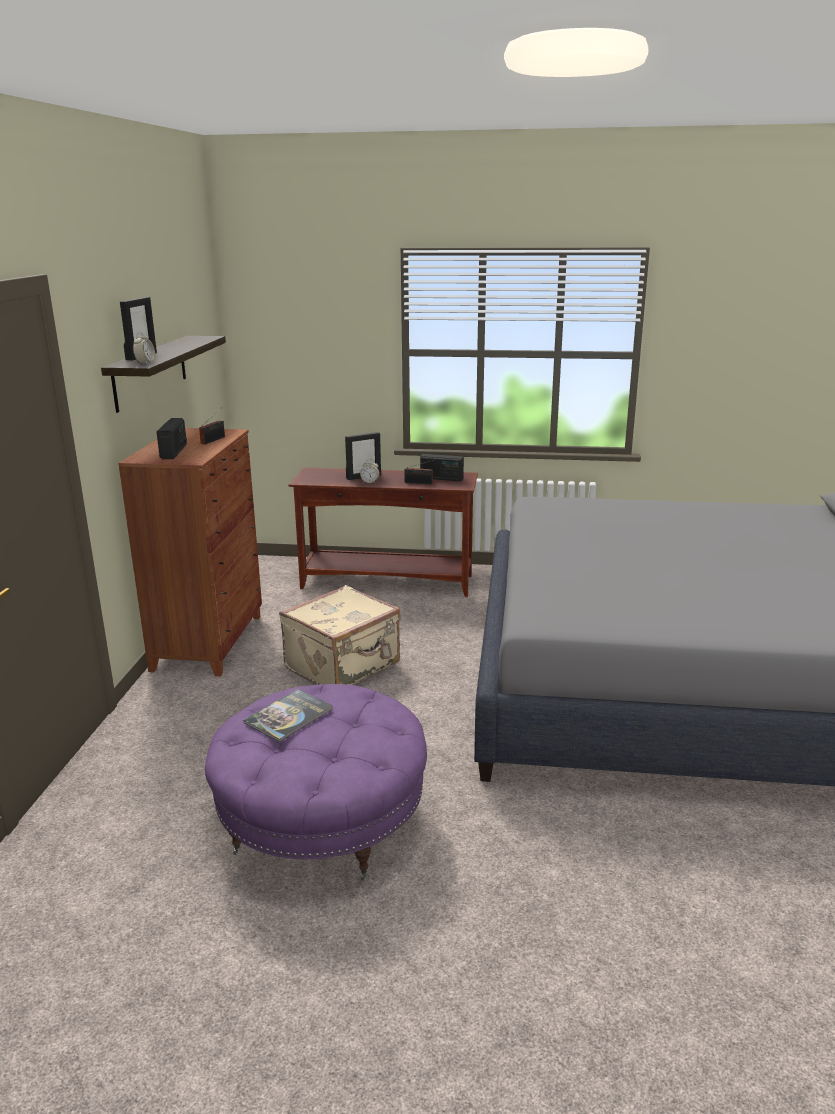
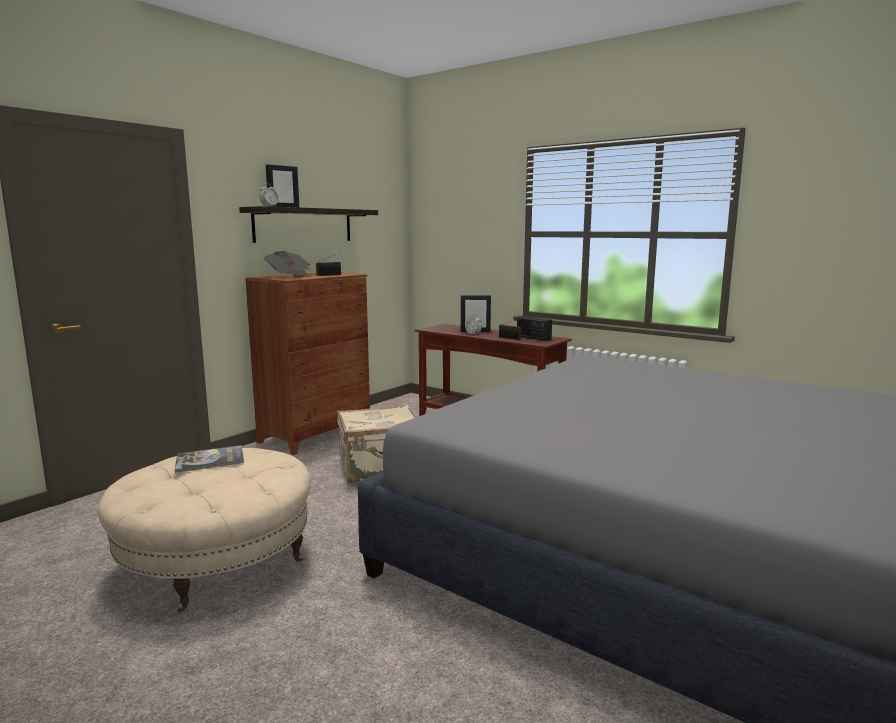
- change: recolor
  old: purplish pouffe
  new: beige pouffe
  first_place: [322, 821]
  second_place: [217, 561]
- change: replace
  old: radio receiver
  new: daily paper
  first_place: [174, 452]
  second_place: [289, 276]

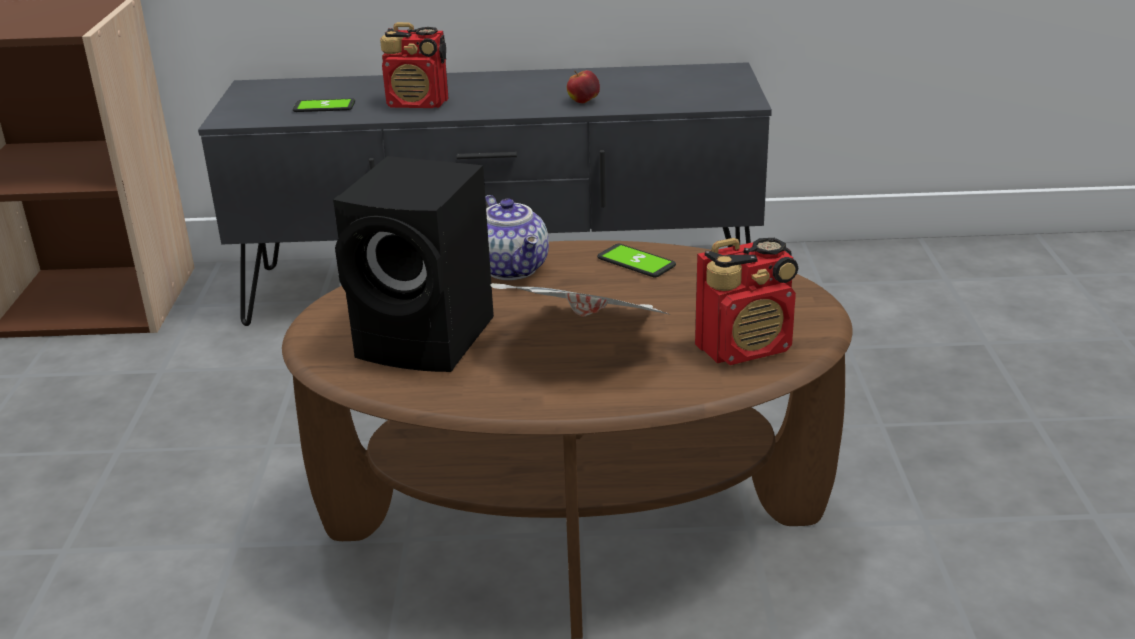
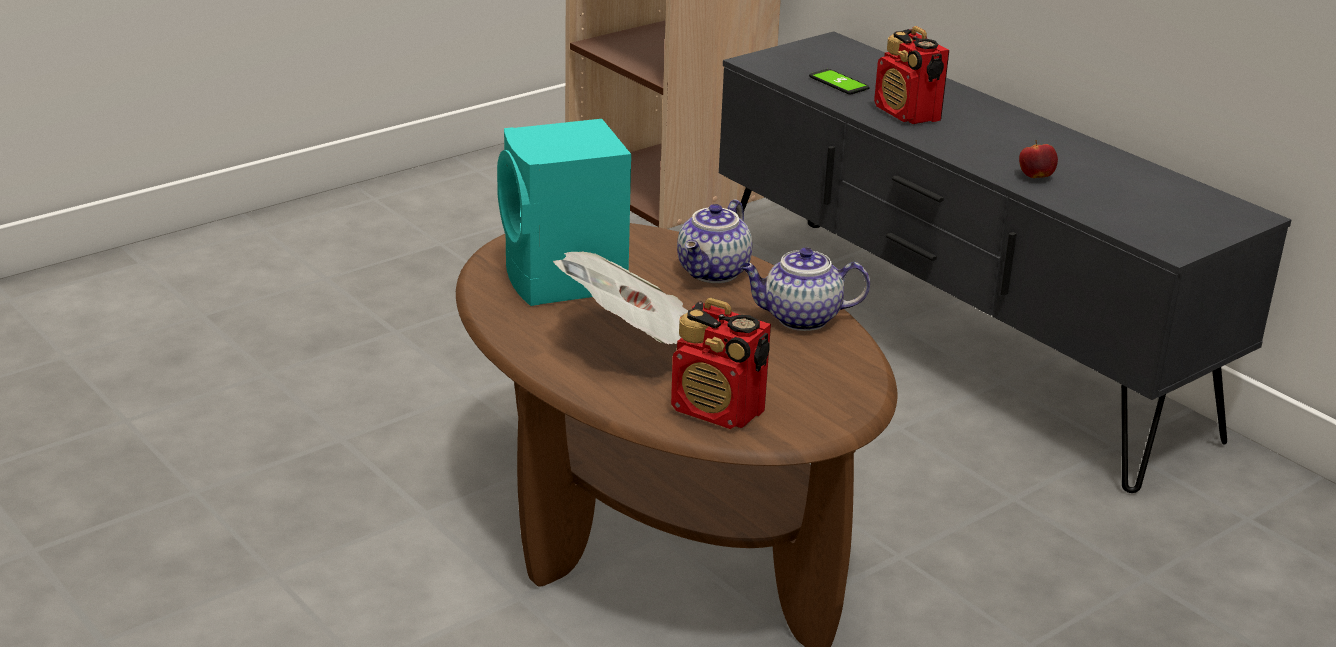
- change: recolor
  old: black-coloured audio speaker
  new: blue-green audio speaker
  first_place: [430, 340]
  second_place: [565, 282]
- change: replace
  old: telephone
  new: teapot
  first_place: [636, 262]
  second_place: [800, 318]

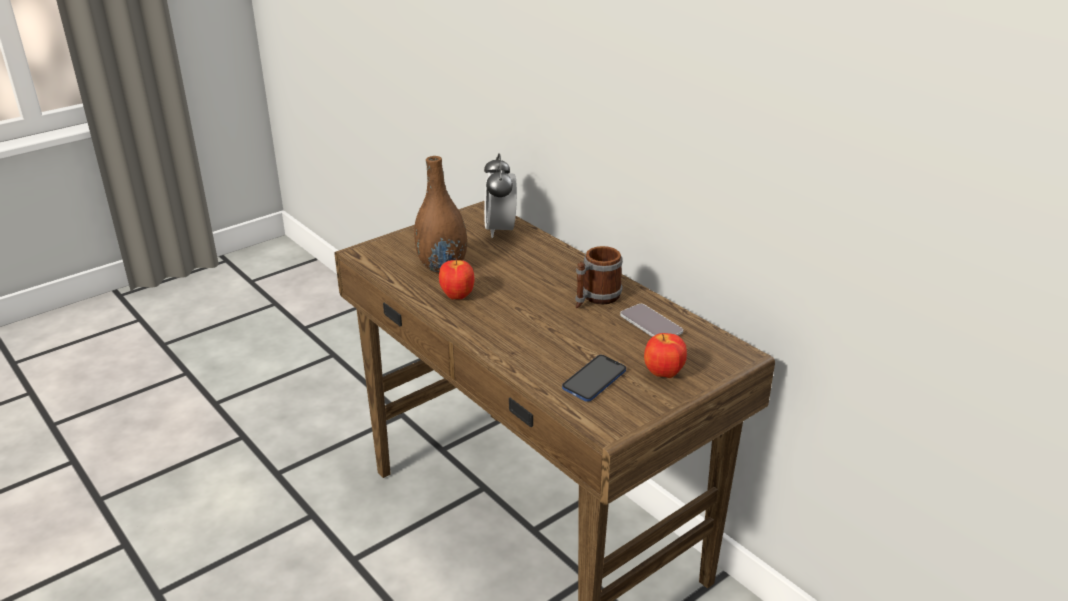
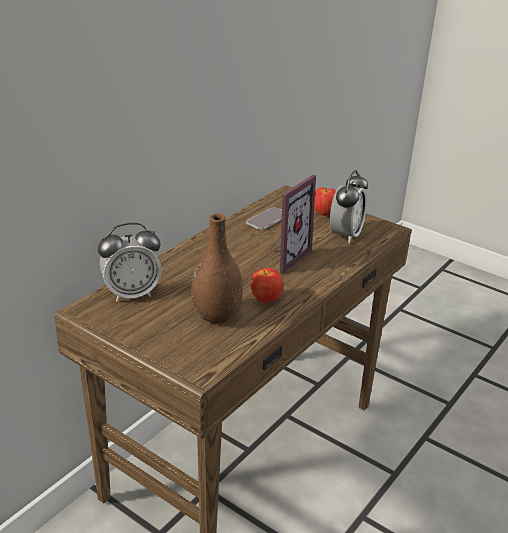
- change: insert
  new: photo frame
  second_place: [283, 256]
- change: replace
  old: telephone
  new: bedside clock
  first_place: [594, 380]
  second_place: [345, 235]
- change: delete
  old: mug
  first_place: [596, 298]

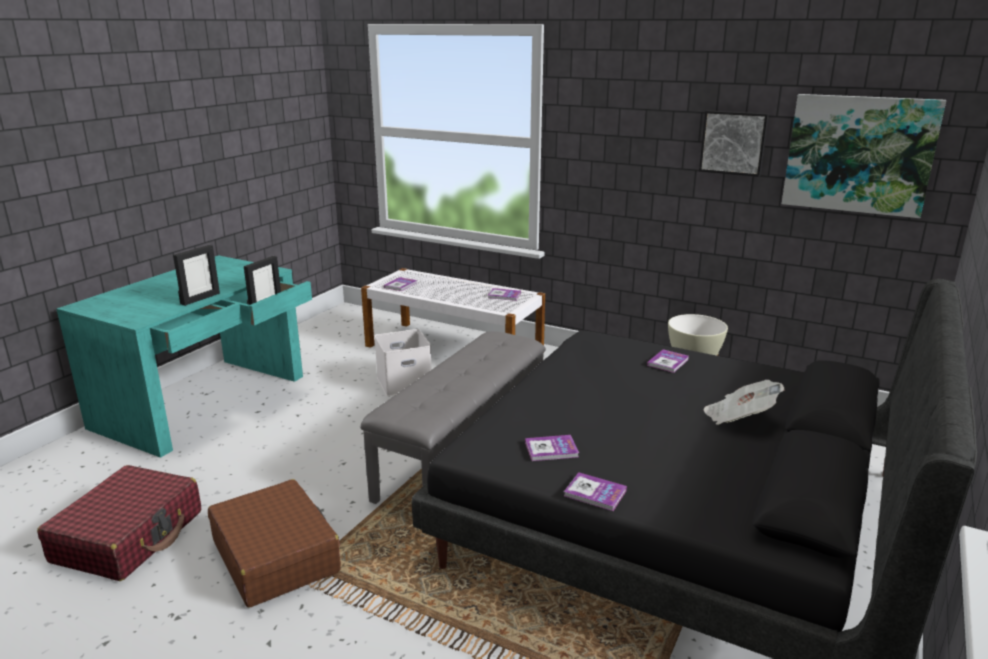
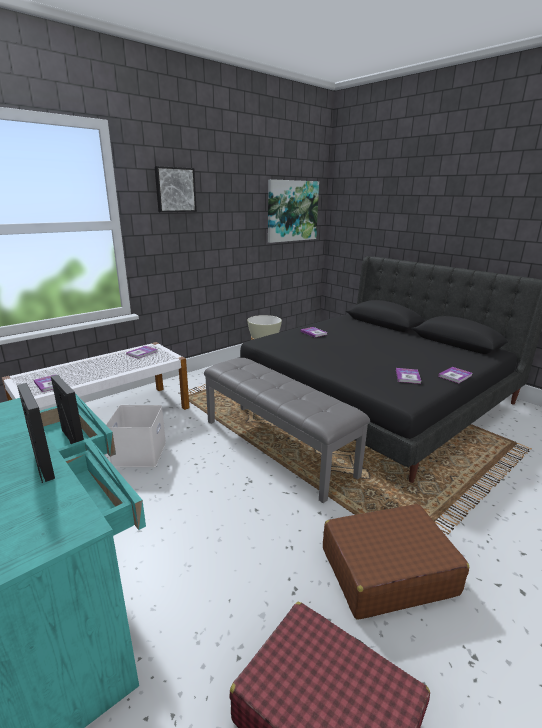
- change: move
  old: wall art
  first_place: [733, 142]
  second_place: [175, 190]
- change: delete
  old: daily paper
  first_place: [739, 418]

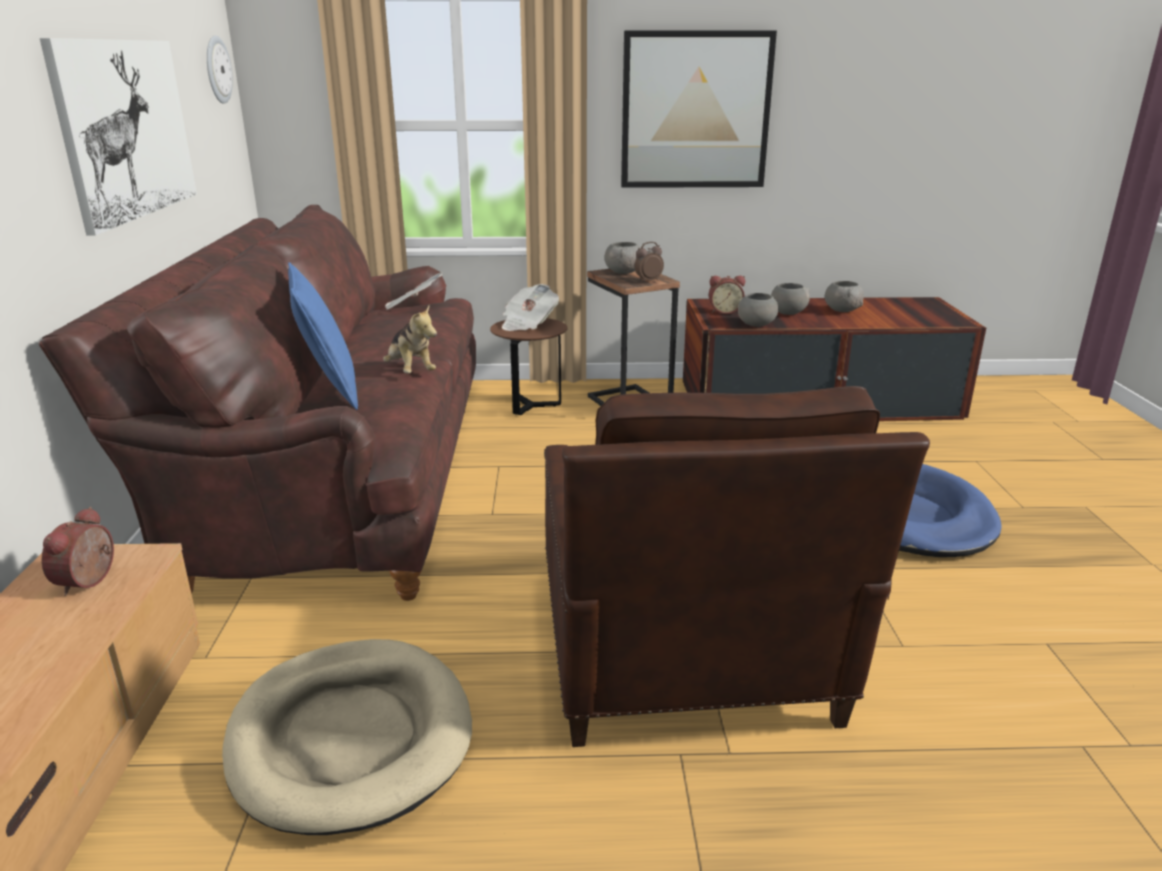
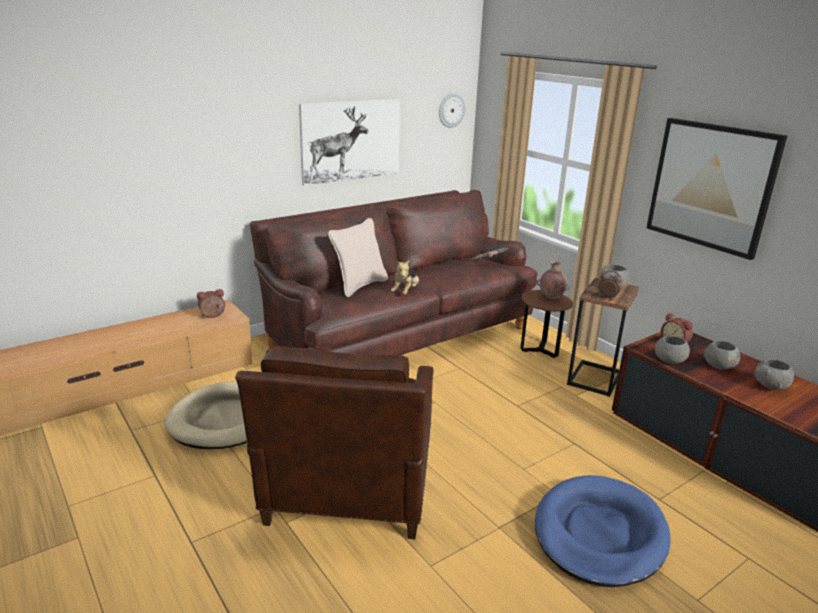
- change: rotate
  old: brown lounge chair
  first_place: [683, 653]
  second_place: [350, 484]
  degrees: -45
- change: recolor
  old: bluish cushion
  new: beige cushion
  first_place: [330, 392]
  second_place: [359, 285]
- change: replace
  old: daily paper
  new: brown vase
  first_place: [528, 324]
  second_place: [551, 298]

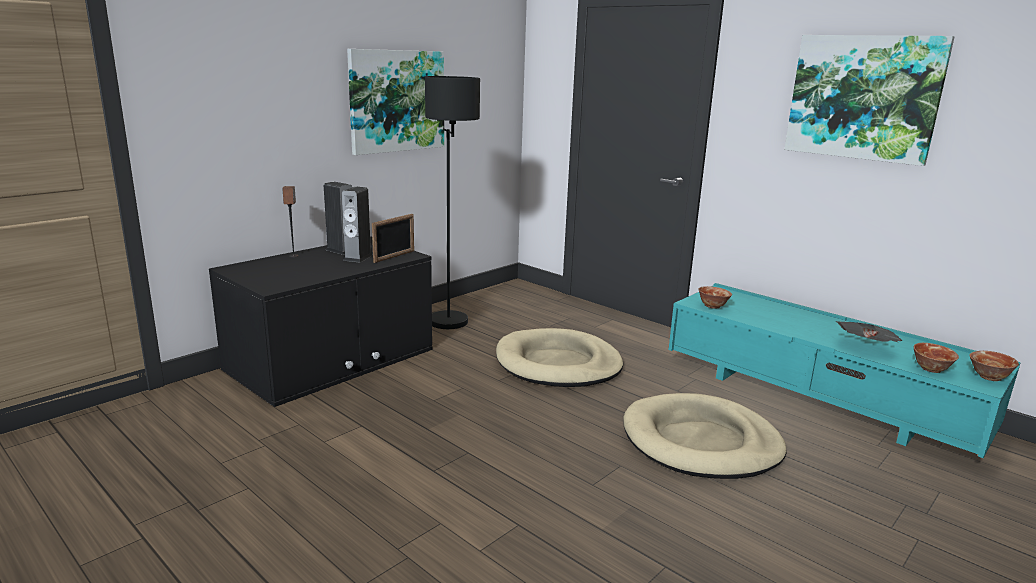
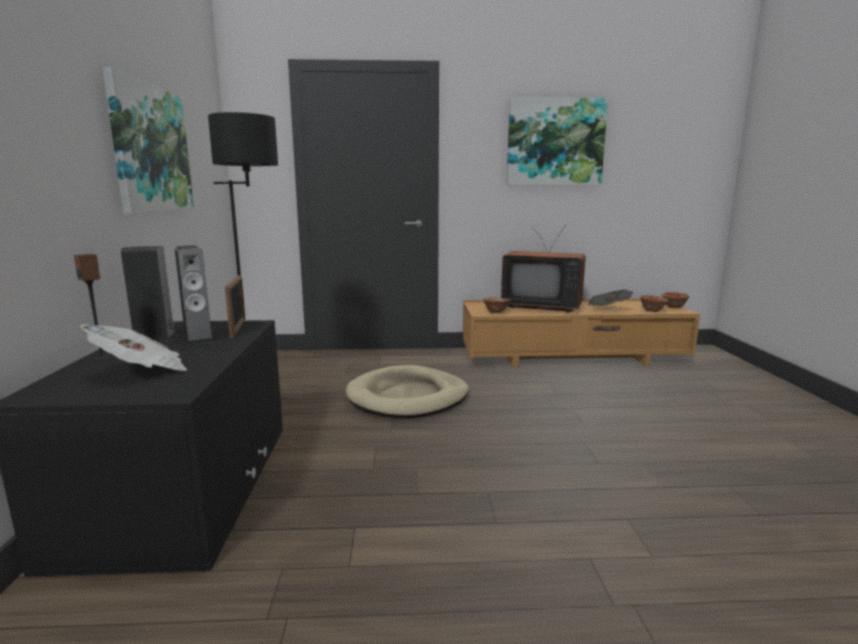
- change: insert
  new: daily paper
  second_place: [141, 370]
- change: recolor
  old: blue-green tv stand
  new: brown tv stand
  first_place: [819, 395]
  second_place: [572, 356]
- change: insert
  new: television
  second_place: [541, 306]
- change: delete
  old: beige dog bed
  first_place: [701, 442]

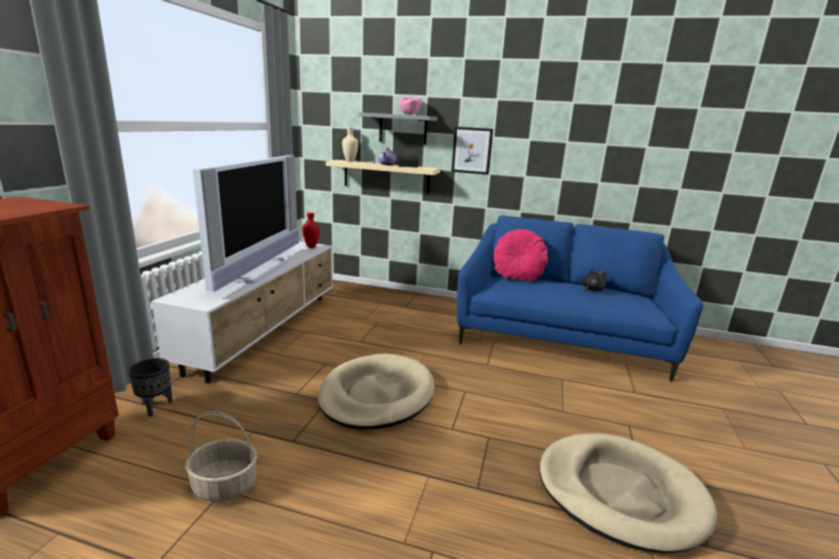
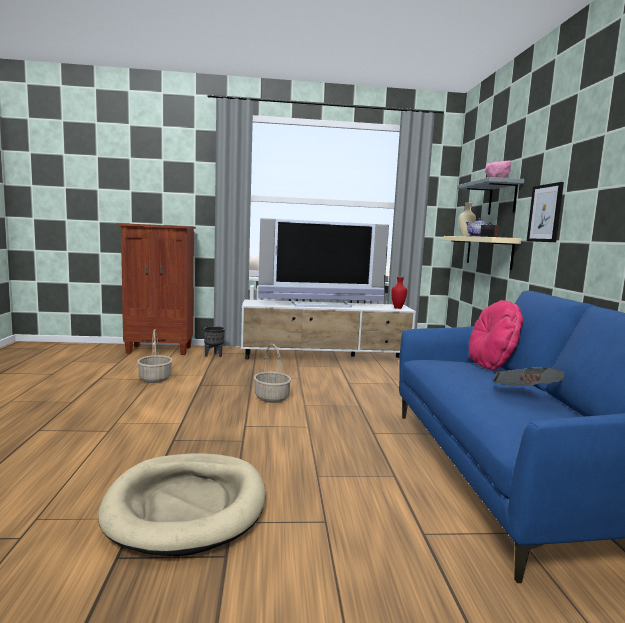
- change: replace
  old: beige dog bed
  new: household basket
  first_place: [376, 395]
  second_place: [271, 397]
- change: replace
  old: black-coloured soft toy
  new: daily paper
  first_place: [591, 290]
  second_place: [524, 395]

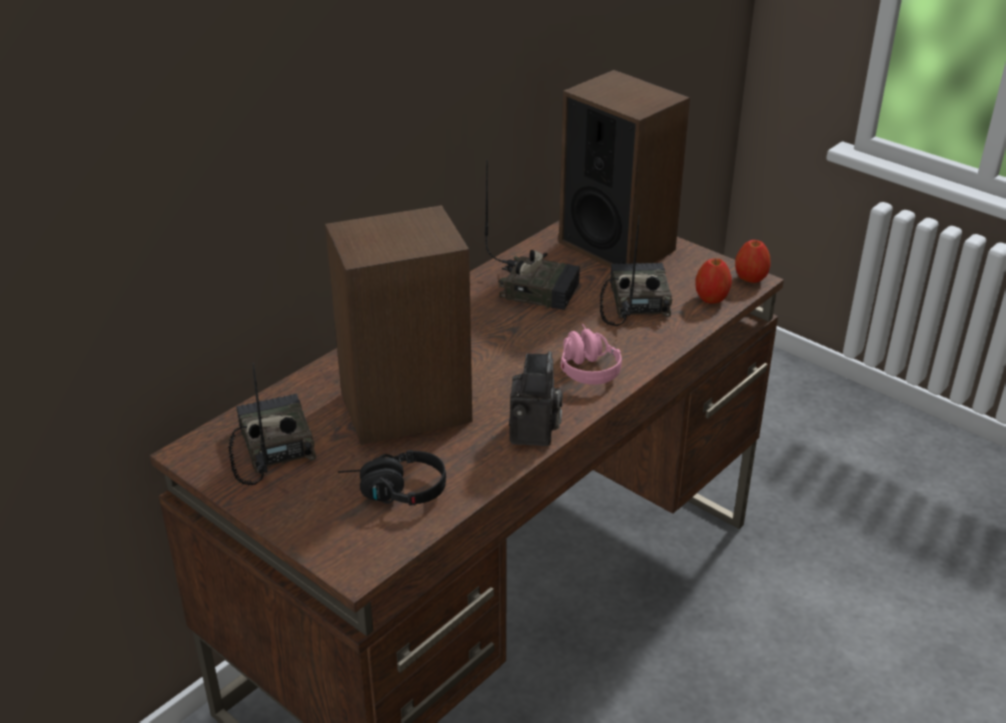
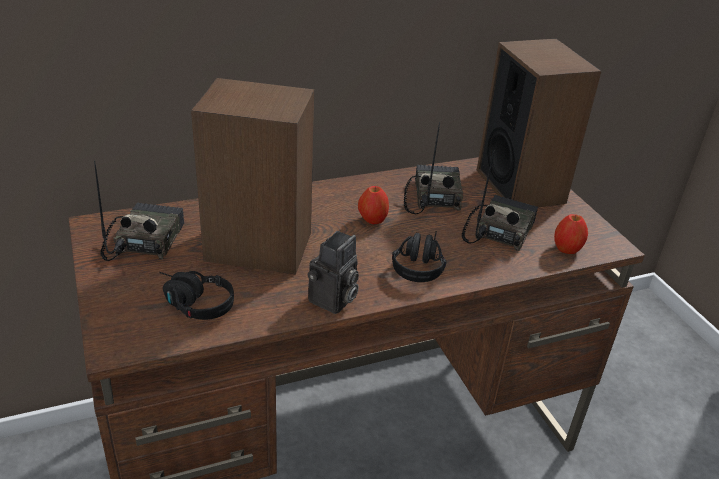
- change: move
  old: apple fruit
  first_place: [750, 279]
  second_place: [372, 220]
- change: recolor
  old: pink headset
  new: black-coloured headset
  first_place: [585, 364]
  second_place: [419, 263]
- change: rotate
  old: radio receiver
  first_place: [538, 288]
  second_place: [431, 196]
  degrees: -135

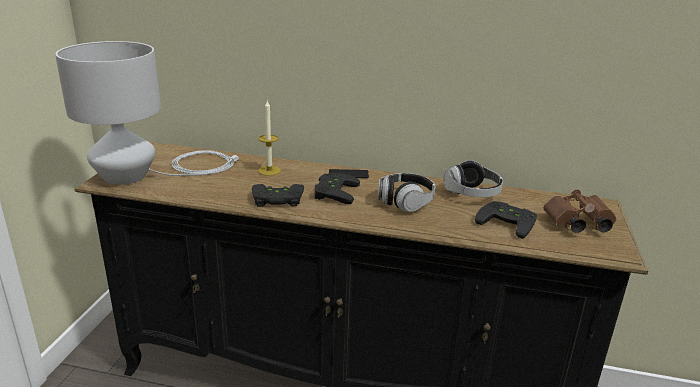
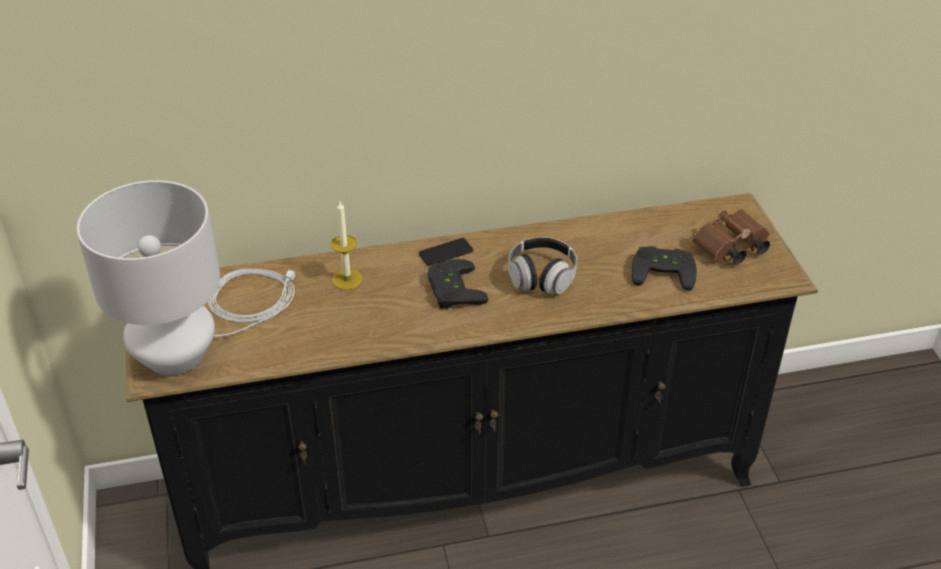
- change: delete
  old: black-coloured game controller
  first_place: [277, 199]
- change: delete
  old: headset
  first_place: [472, 194]

